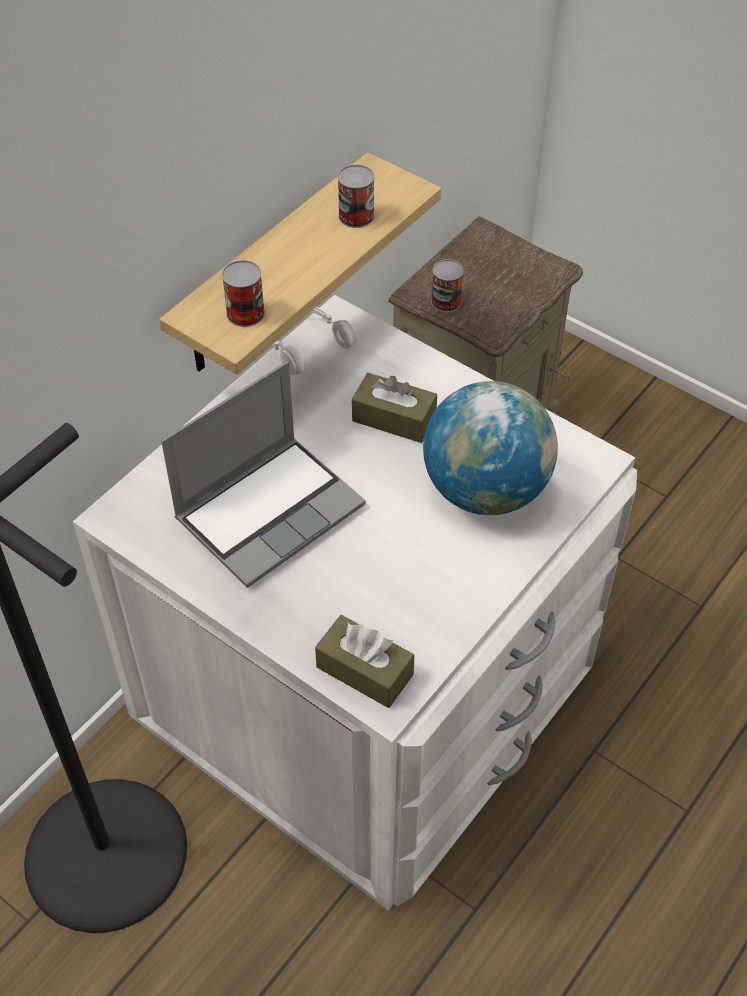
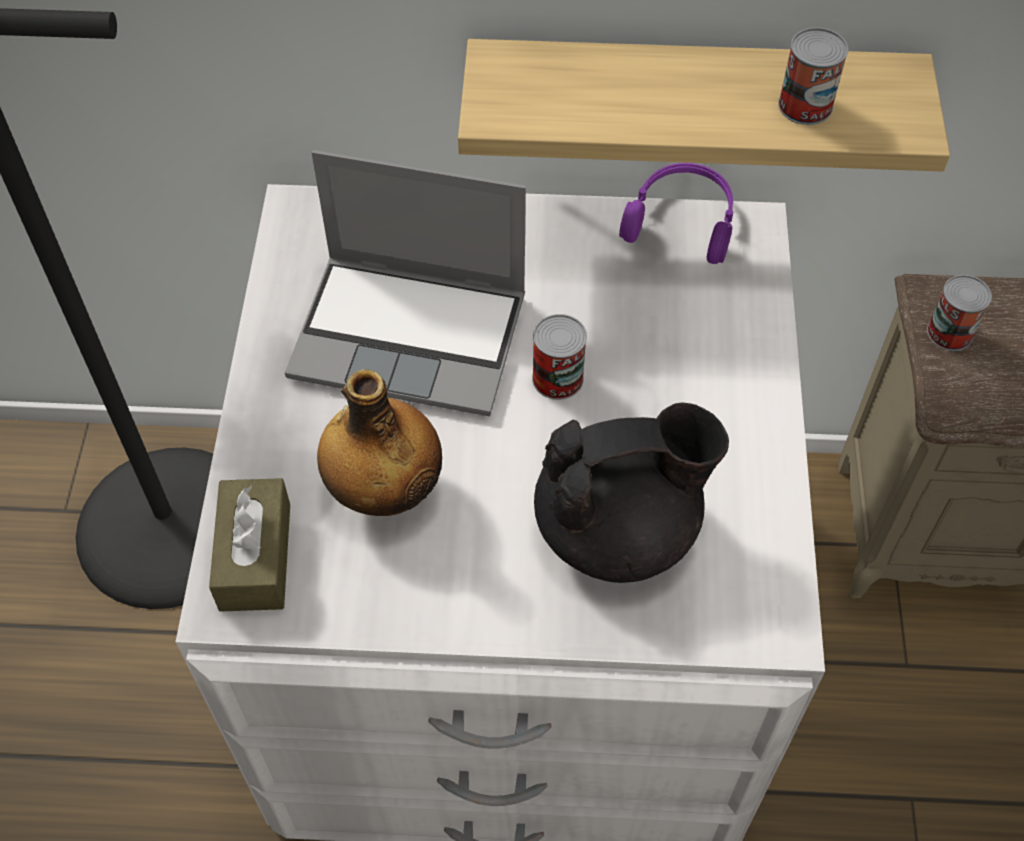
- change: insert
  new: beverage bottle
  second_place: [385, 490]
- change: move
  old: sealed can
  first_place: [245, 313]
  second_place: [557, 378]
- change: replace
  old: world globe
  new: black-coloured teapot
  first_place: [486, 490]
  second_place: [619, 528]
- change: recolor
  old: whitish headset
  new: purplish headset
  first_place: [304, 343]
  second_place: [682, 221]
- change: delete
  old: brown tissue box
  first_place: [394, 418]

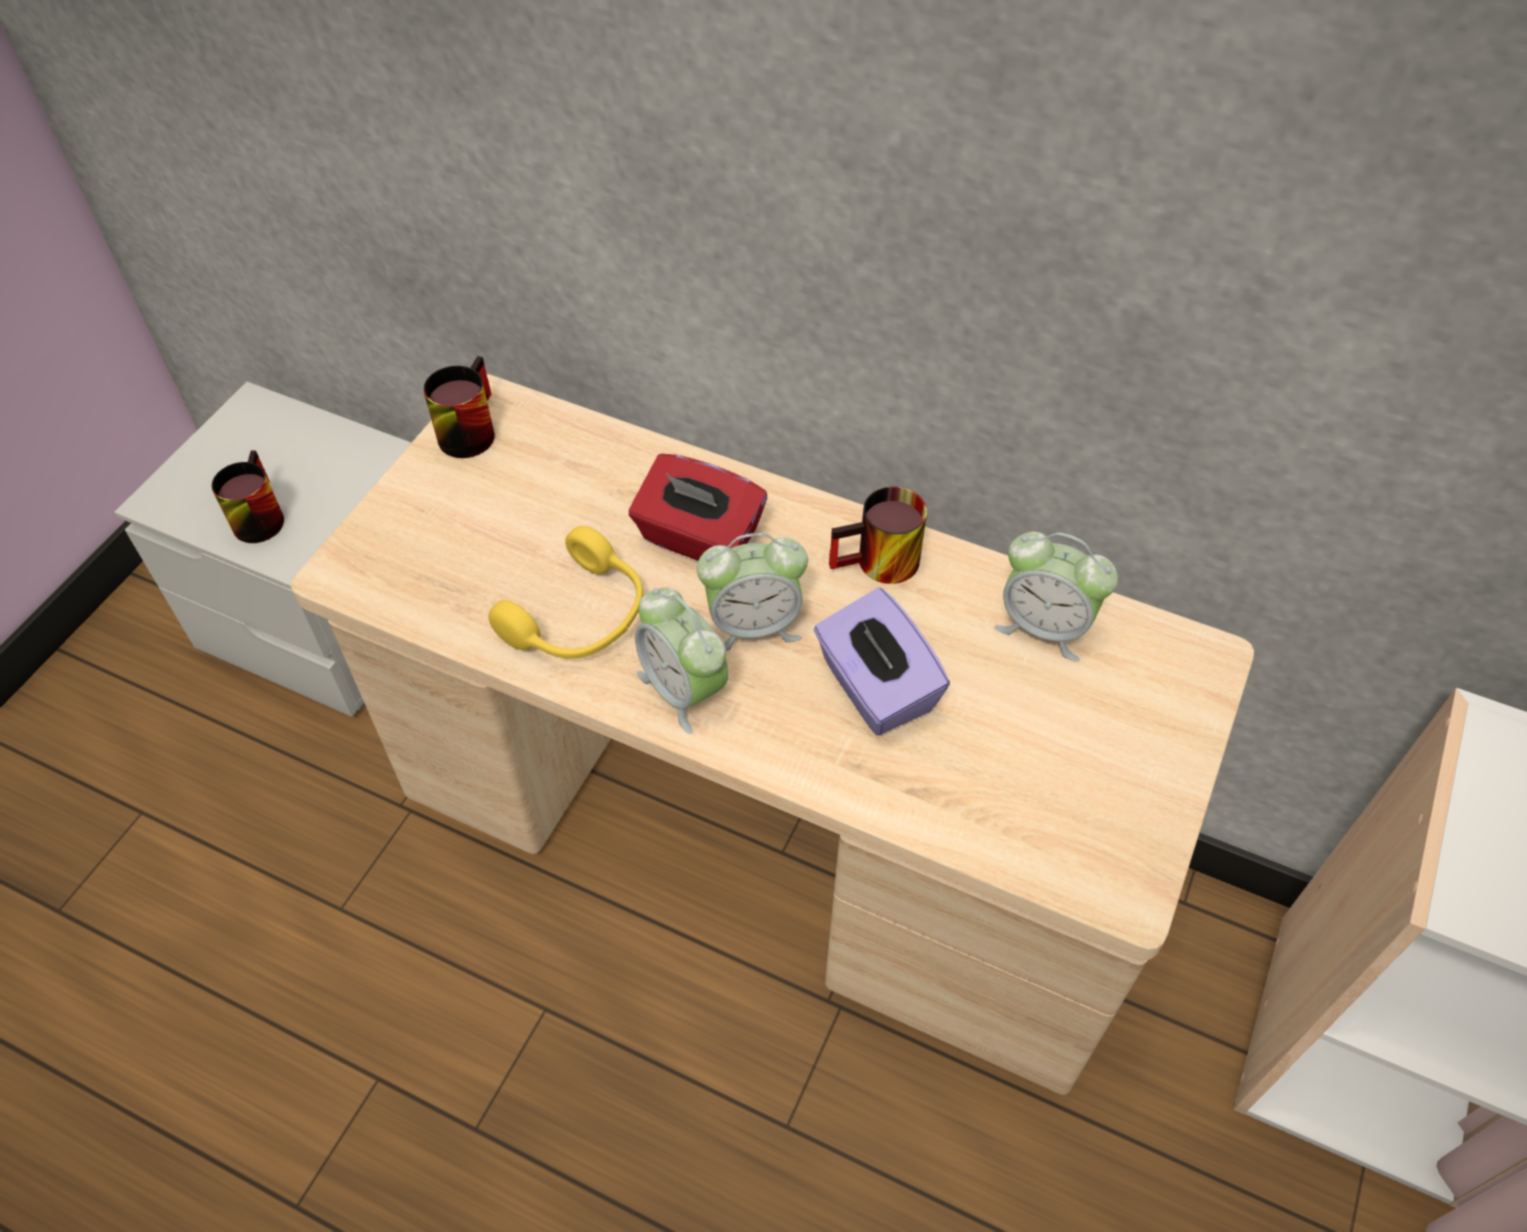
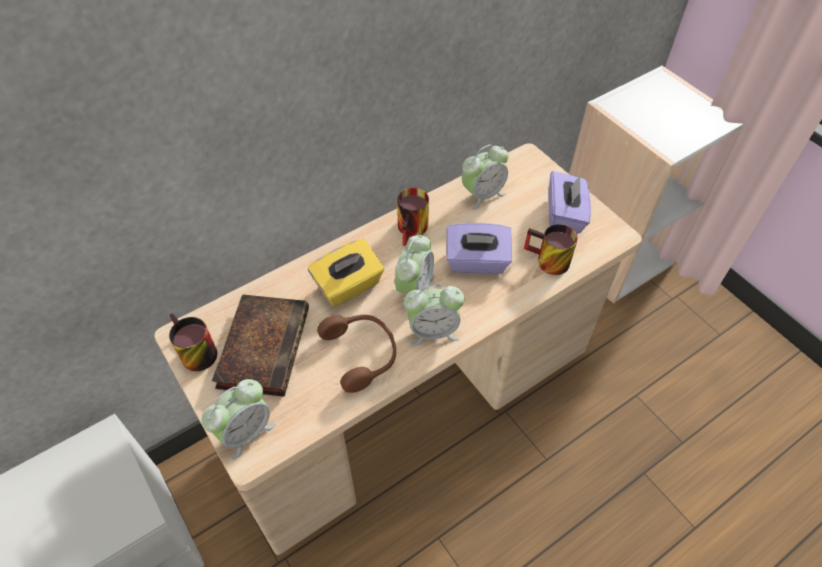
- change: insert
  new: bedside clock
  second_place: [245, 432]
- change: insert
  new: book
  second_place: [264, 345]
- change: recolor
  old: reddish tissue box
  new: yellow-coloured tissue box
  first_place: [699, 538]
  second_place: [348, 286]
- change: recolor
  old: yellow-coloured headset
  new: brown headset
  first_place: [581, 618]
  second_place: [362, 354]
- change: move
  old: mug
  first_place: [255, 516]
  second_place: [546, 262]
- change: insert
  new: purplish tissue box
  second_place: [565, 215]

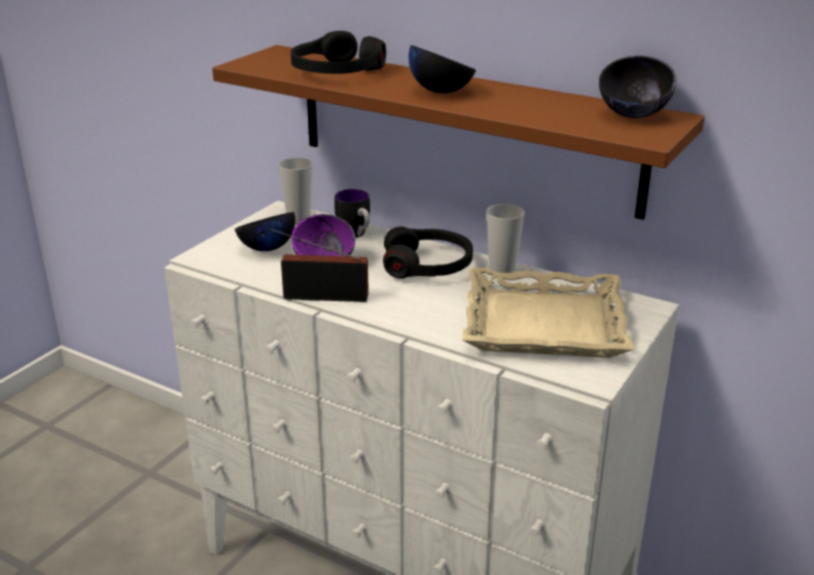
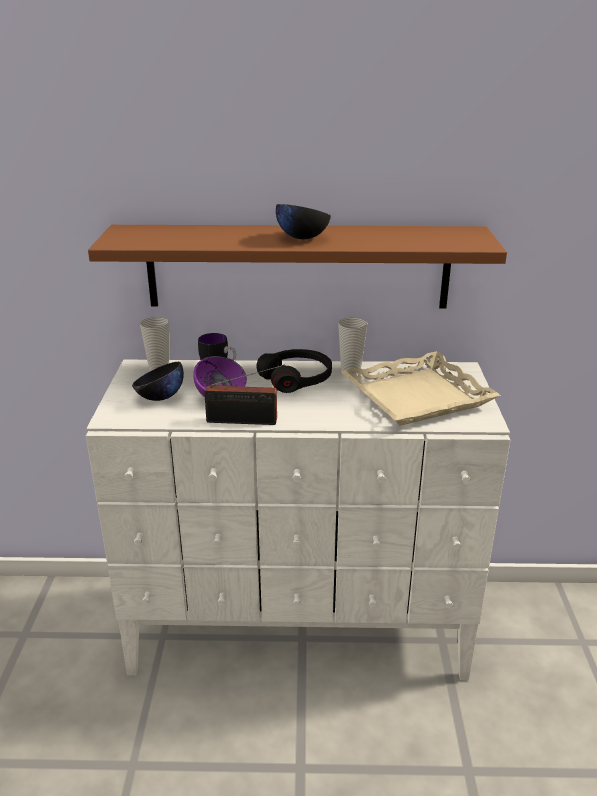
- change: rotate
  old: radio receiver
  first_place: [321, 296]
  second_place: [246, 421]
  degrees: -150
- change: delete
  old: black-coloured headset
  first_place: [336, 72]
- change: delete
  old: black-coloured serving bowl
  first_place: [633, 115]

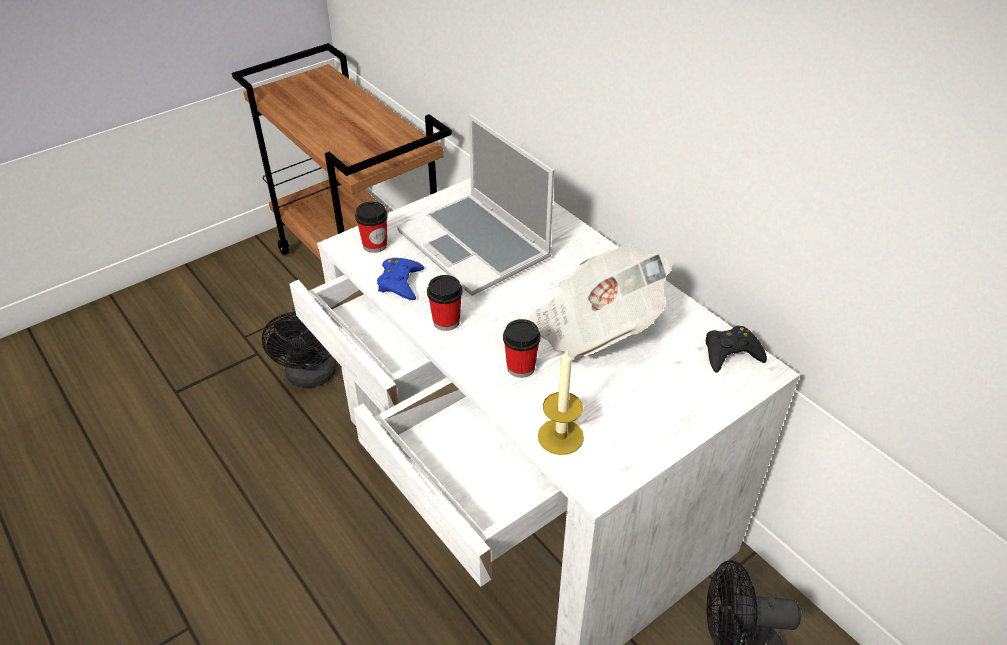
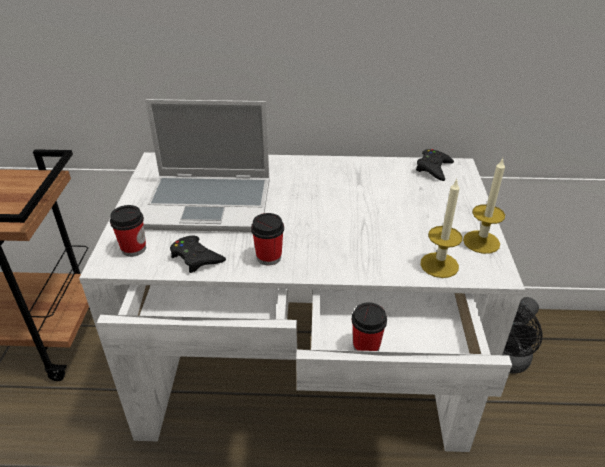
- change: recolor
  old: bluish game controller
  new: black-coloured game controller
  first_place: [400, 283]
  second_place: [196, 258]
- change: move
  old: small cup
  first_place: [521, 367]
  second_place: [366, 346]
- change: insert
  new: candle
  second_place: [481, 242]
- change: delete
  old: black-coloured electric fan
  first_place: [311, 377]
- change: delete
  old: daily paper
  first_place: [594, 327]

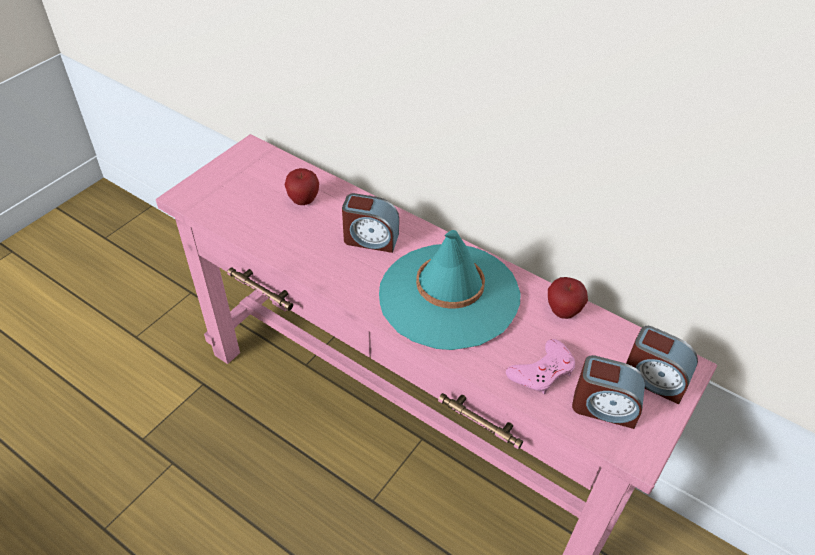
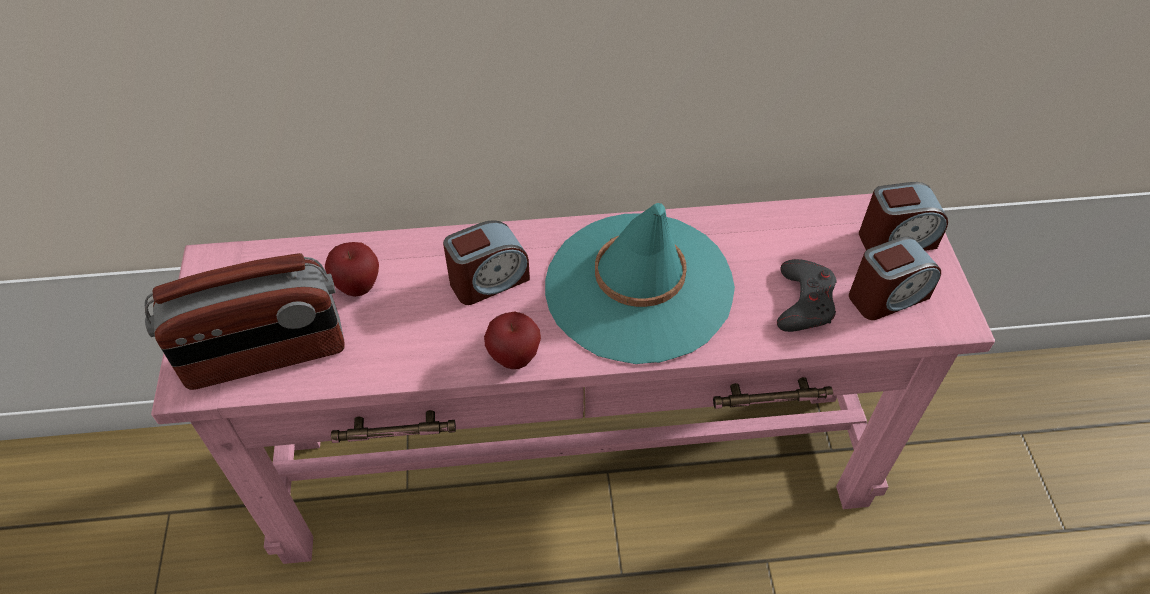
- change: insert
  new: radio receiver
  second_place: [266, 356]
- change: move
  old: apple fruit
  first_place: [563, 312]
  second_place: [514, 358]
- change: recolor
  old: pink game controller
  new: gray game controller
  first_place: [542, 371]
  second_place: [804, 301]

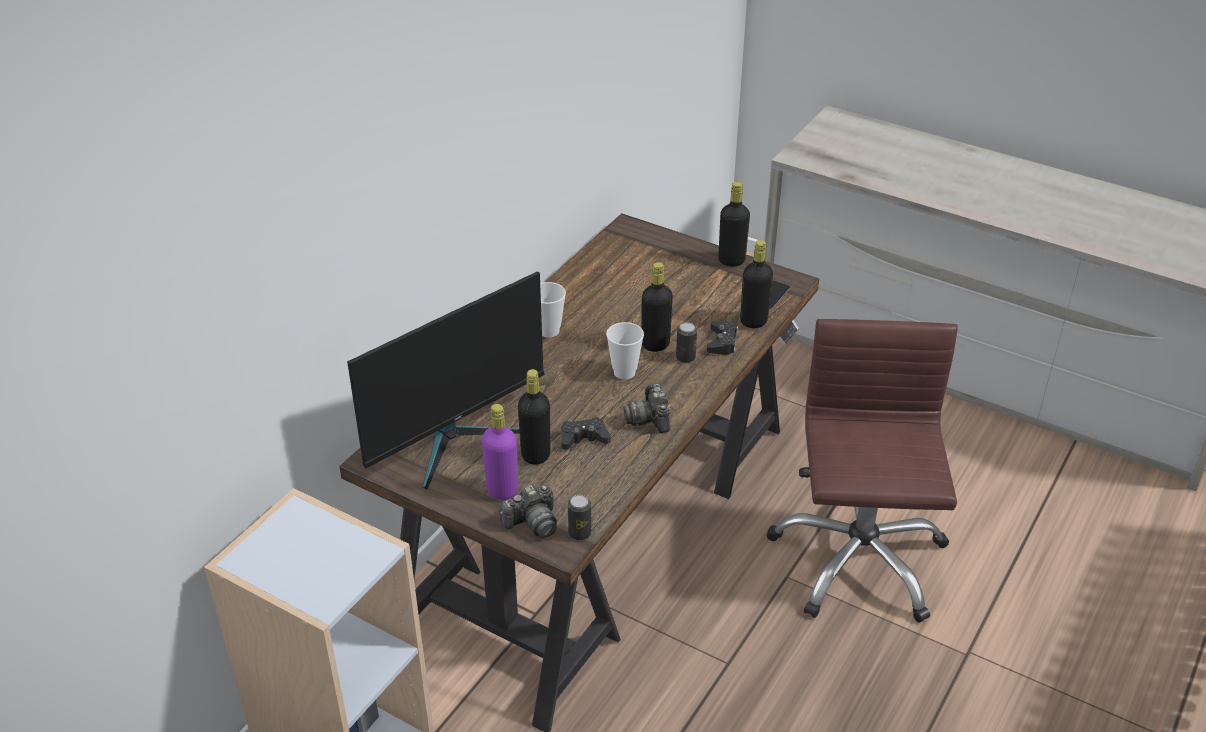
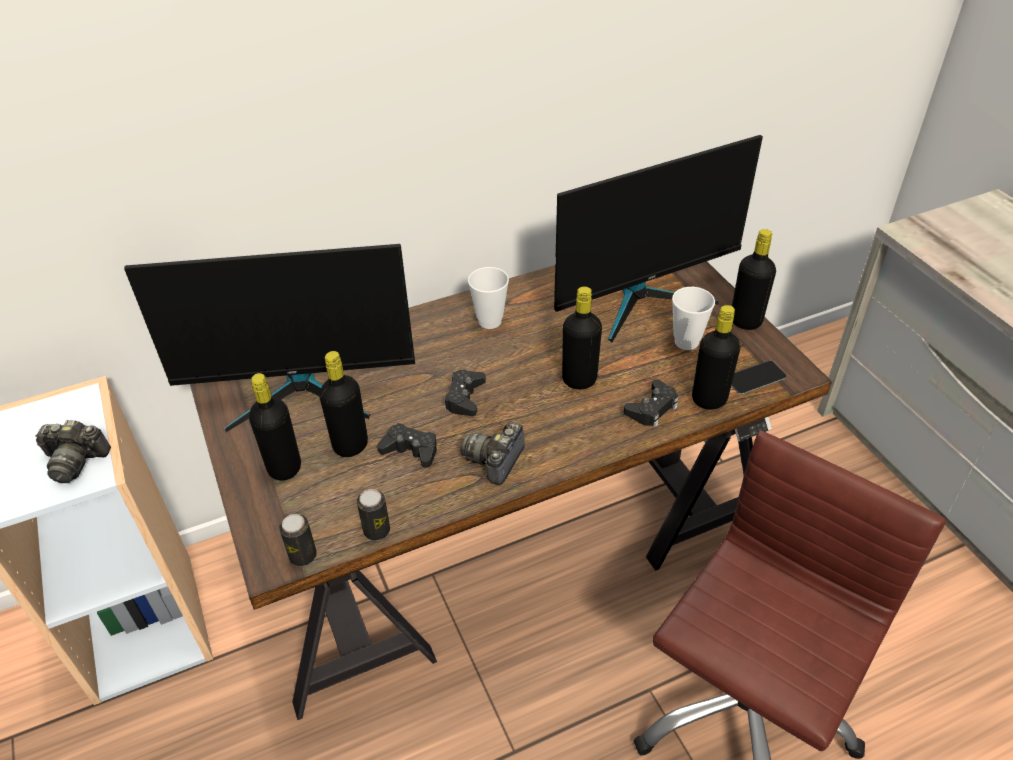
- change: move
  old: still camera
  first_place: [532, 523]
  second_place: [75, 461]
- change: recolor
  old: purplish beverage bottle
  new: black-coloured beverage bottle
  first_place: [502, 490]
  second_place: [284, 468]
- change: move
  old: sealed can
  first_place: [685, 358]
  second_place: [376, 530]
- change: insert
  new: black-coloured game controller
  second_place: [464, 397]
- change: insert
  new: computer display
  second_place: [644, 299]
- change: move
  old: small cup
  first_place: [624, 372]
  second_place: [686, 342]

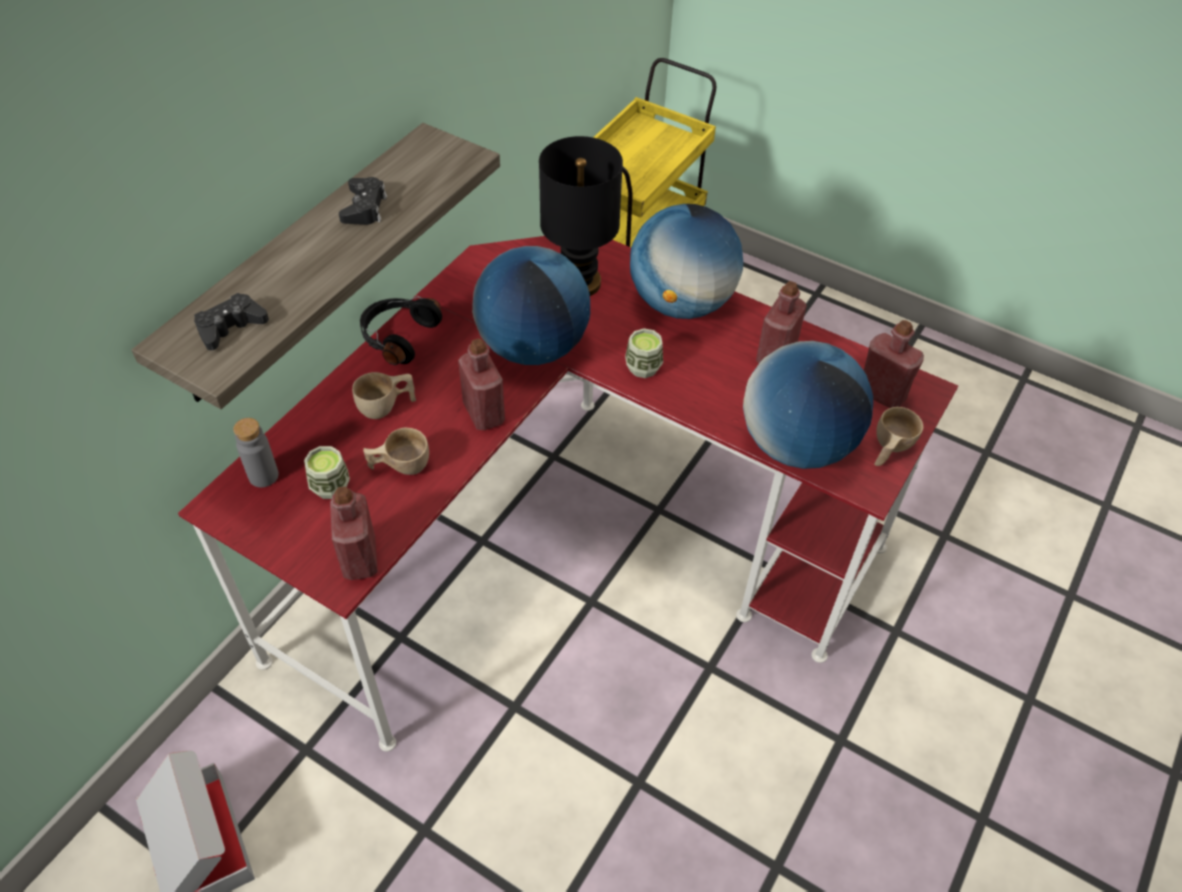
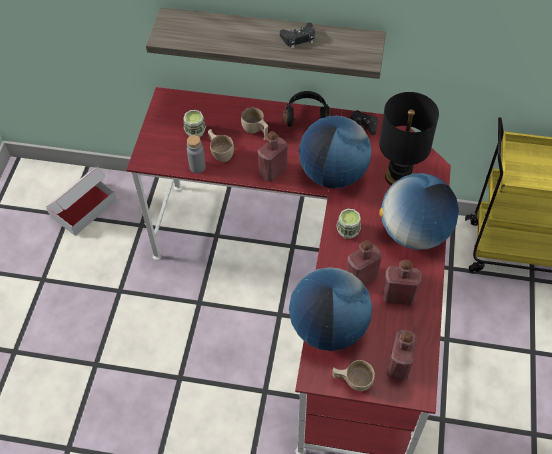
- change: move
  old: gray beverage bottle
  first_place: [263, 476]
  second_place: [197, 167]
- change: move
  old: reddish beverage bottle
  first_place: [360, 558]
  second_place: [361, 278]
- change: move
  old: black-coloured game controller
  first_place: [230, 327]
  second_place: [363, 125]

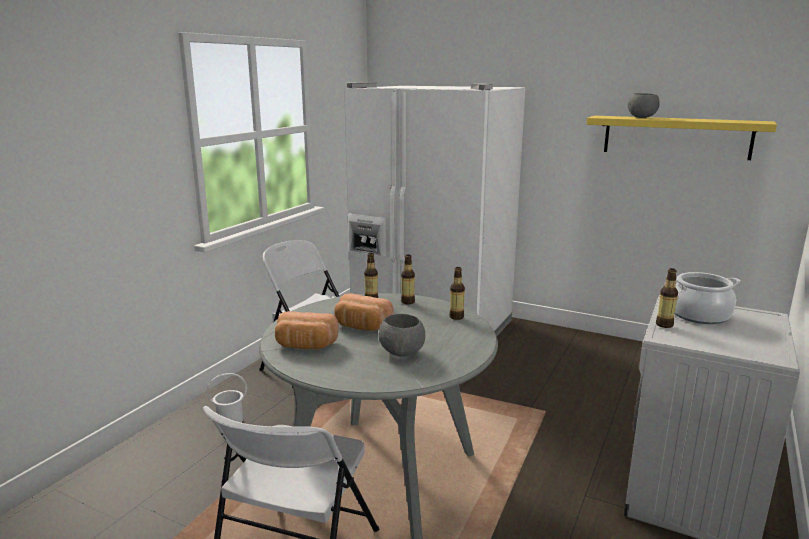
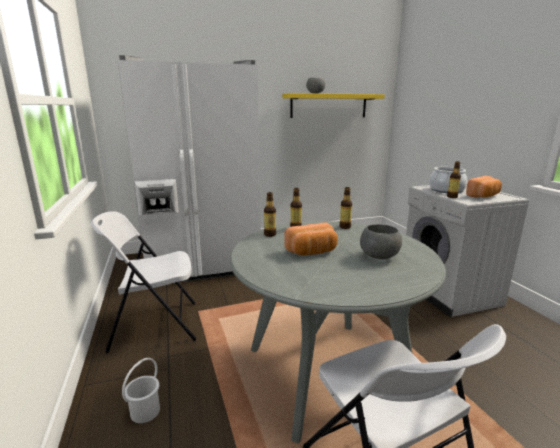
- change: move
  old: bread
  first_place: [305, 346]
  second_place: [483, 196]

